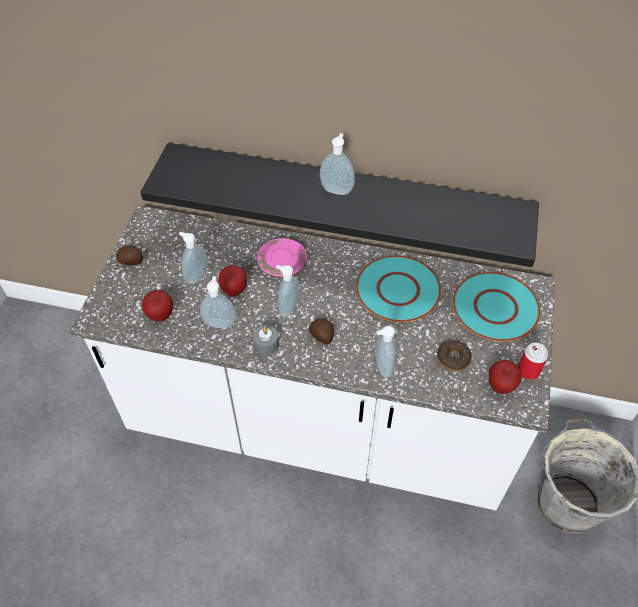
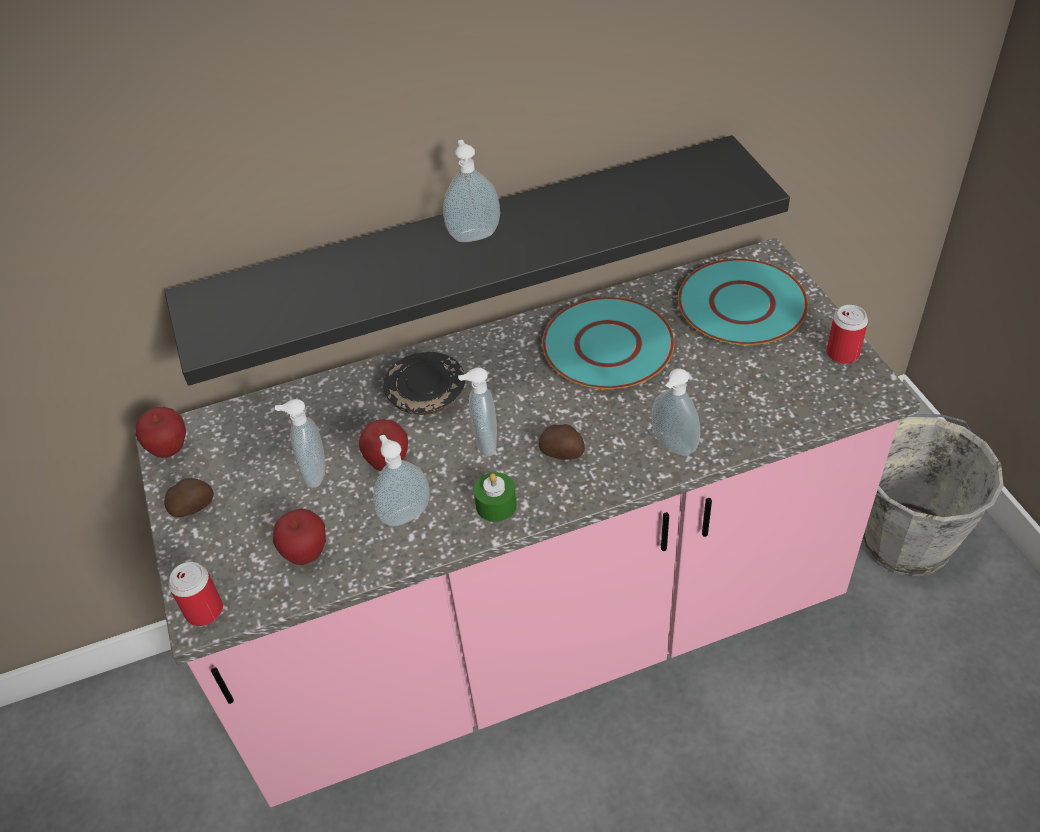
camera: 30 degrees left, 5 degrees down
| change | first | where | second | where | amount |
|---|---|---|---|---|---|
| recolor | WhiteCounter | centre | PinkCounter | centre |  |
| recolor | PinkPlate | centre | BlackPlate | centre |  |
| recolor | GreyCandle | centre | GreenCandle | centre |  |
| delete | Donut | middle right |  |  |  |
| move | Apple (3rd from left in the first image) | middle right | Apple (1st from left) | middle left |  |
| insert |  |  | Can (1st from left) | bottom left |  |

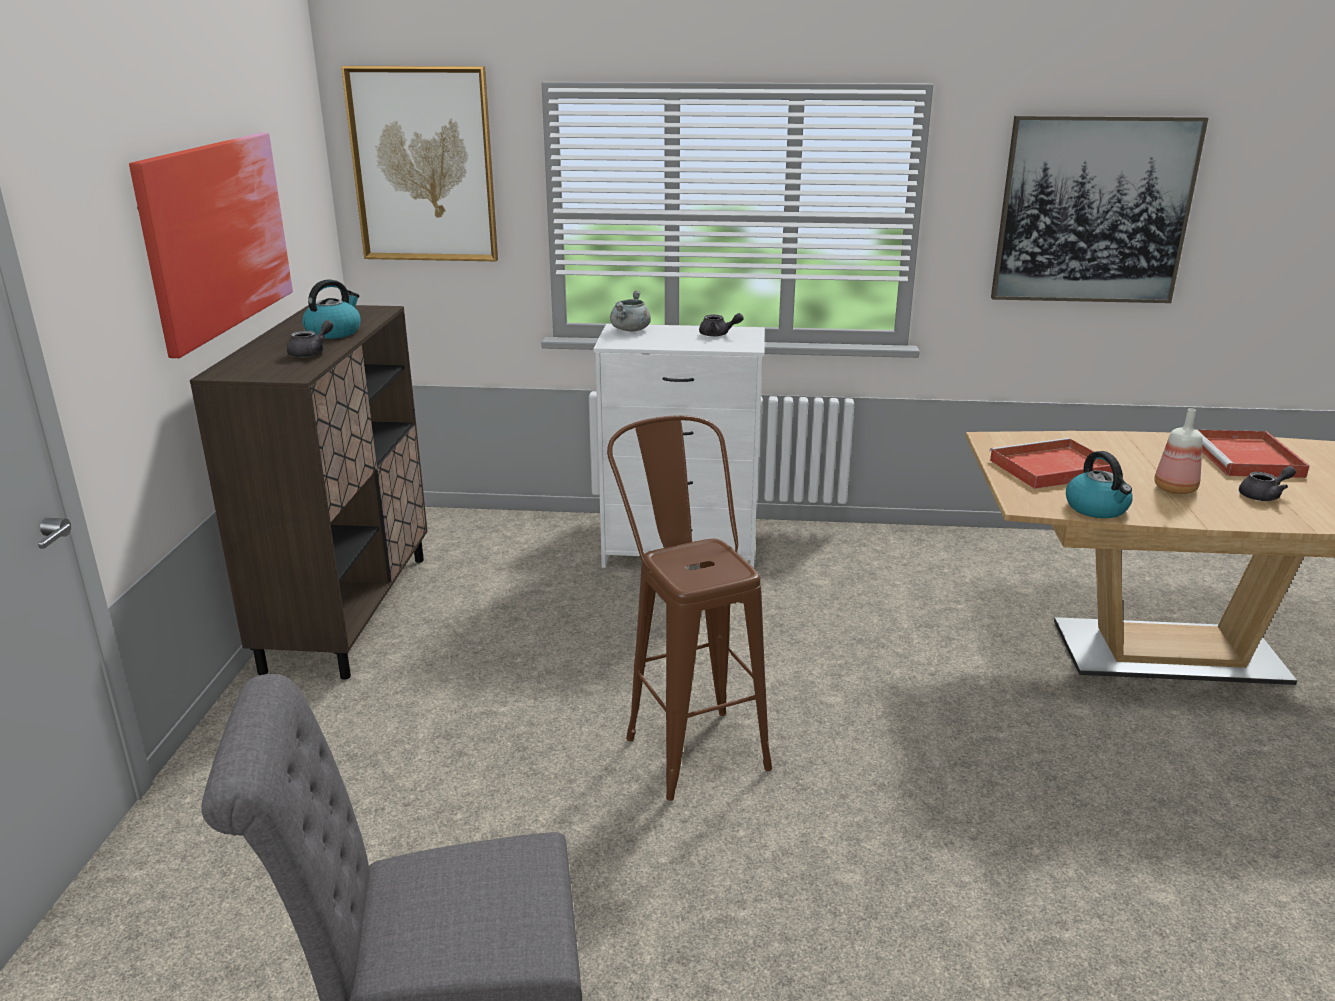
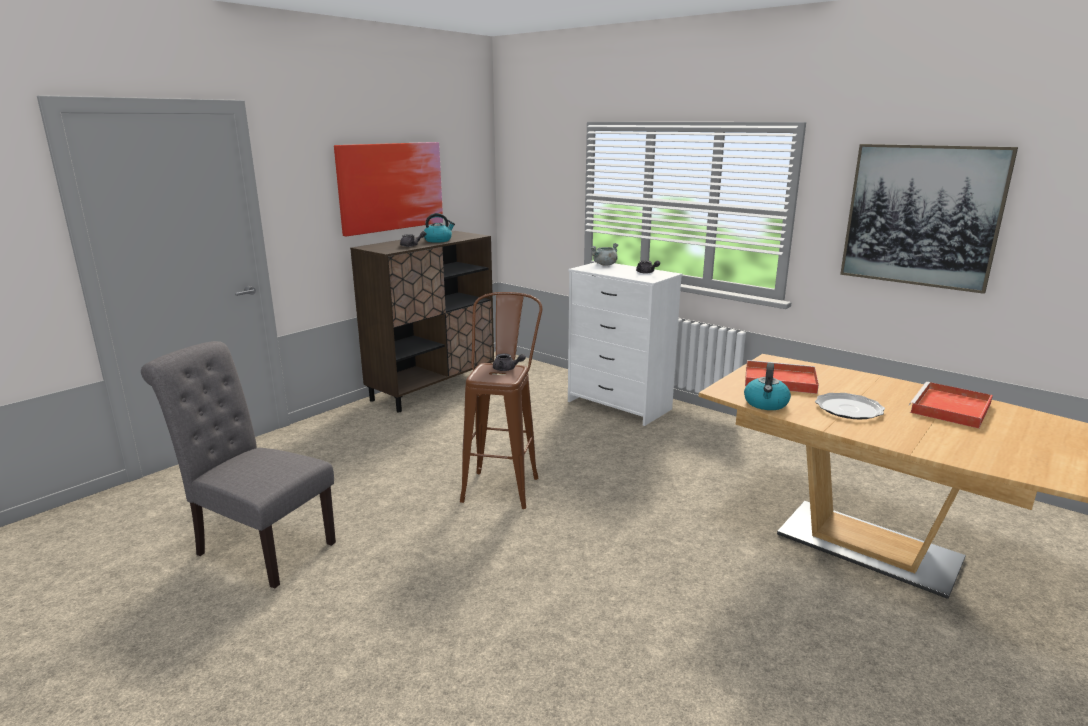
camera: 35 degrees right, 5 degrees down
| change | first | where | second | where | amount |
|---|---|---|---|---|---|
| delete | Picture (2nd from left) | top left |  |  |  |
| replace | Bottle | middle right | Plate | middle right |  |
| move | GreyTeapot (3rd from left in the first image) | middle right | GreyTeapot (2nd from left) | centre |  |

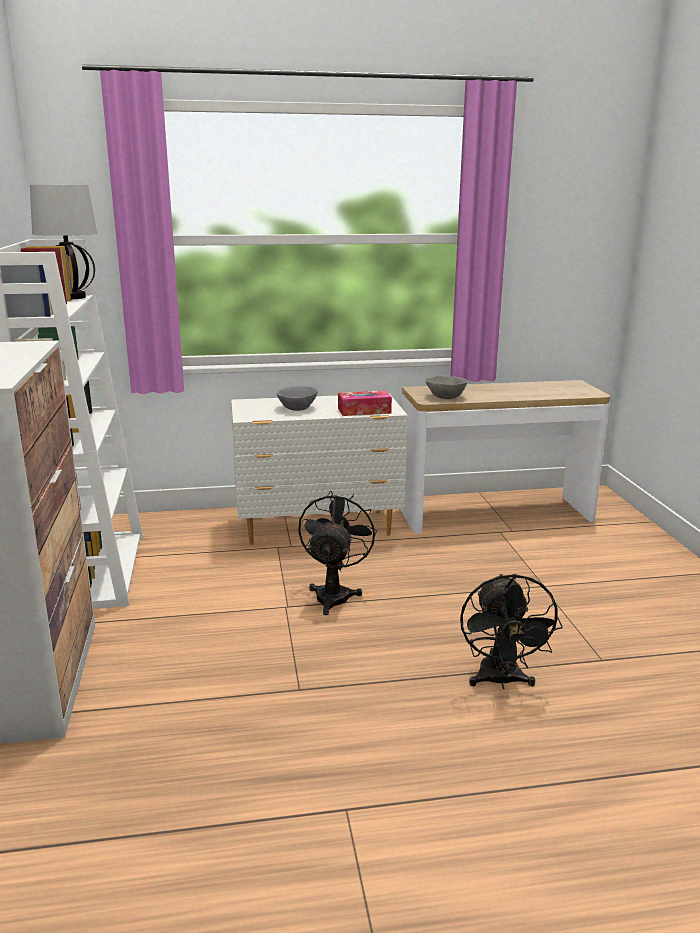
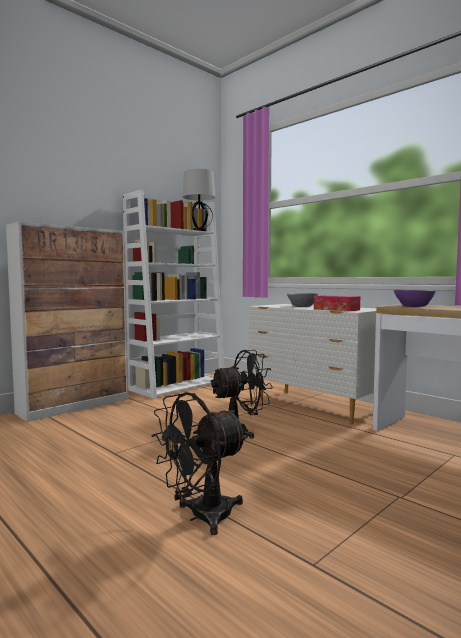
camera: 55 degrees right, 15 degrees down
| change | first | where | second | where | amount |
|---|---|---|---|---|---|
| recolor | GreyBowl (2nd from left) | centre | PurpleBowl | middle right |  |

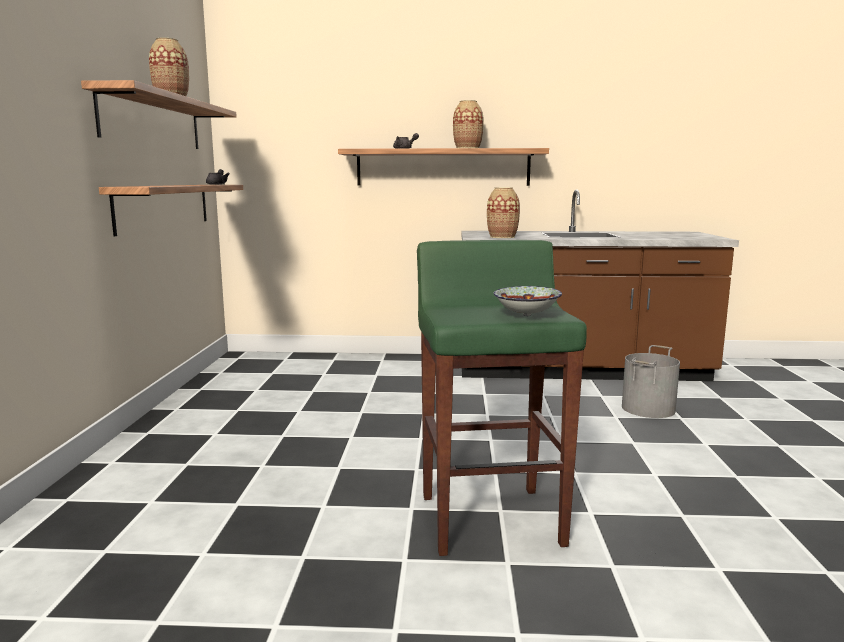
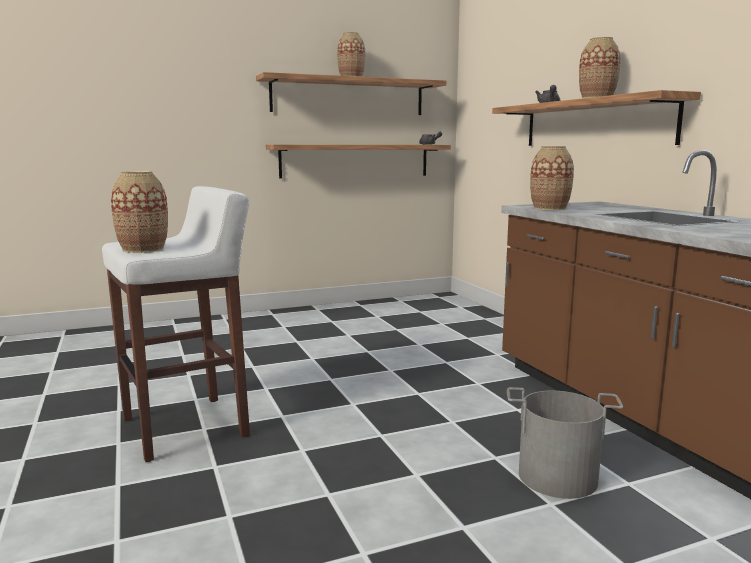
camera: 65 degrees right, 0 degrees up
| change | first | where | second | where | amount |
|---|---|---|---|---|---|
| recolor | GreenStool | centre | WhiteStool | middle left |  |
| replace | Bowl | centre | Vase (1st from left) | middle left |  |

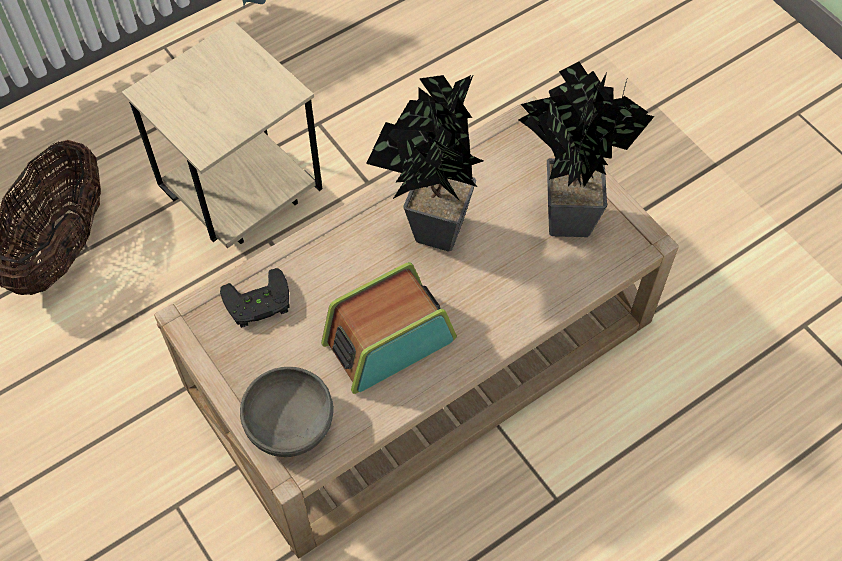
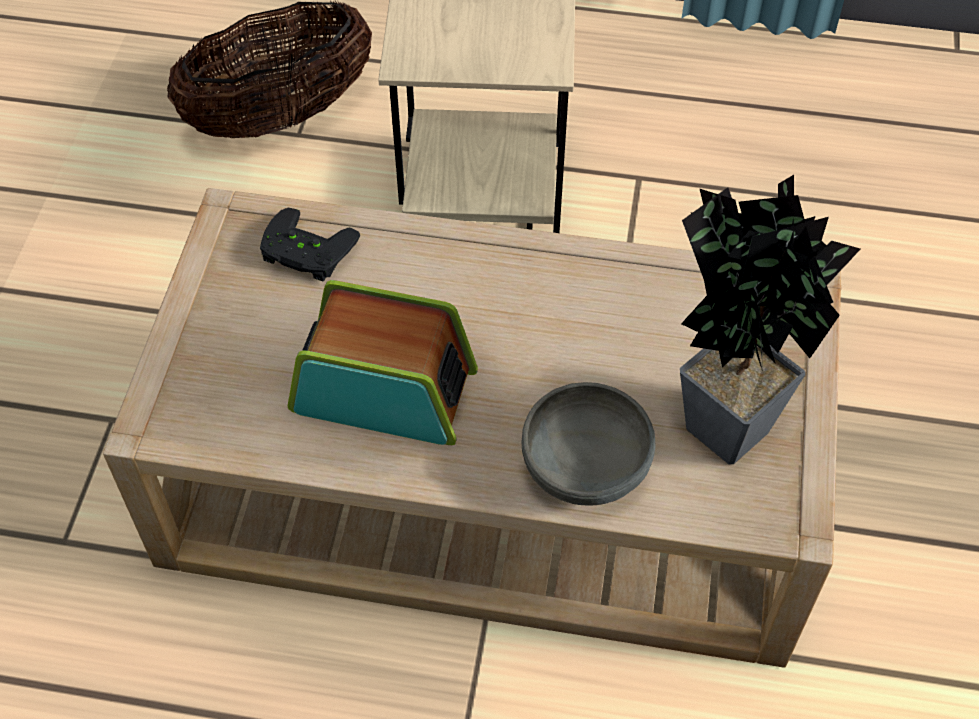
camera: 45 degrees right, 5 degrees down
| change | first | where | second | where | amount |
|---|---|---|---|---|---|
| delete | PottedPlant (1st from left) | top centre |  |  |  |
| move | GreyBowl | bottom centre |  | centre |  |

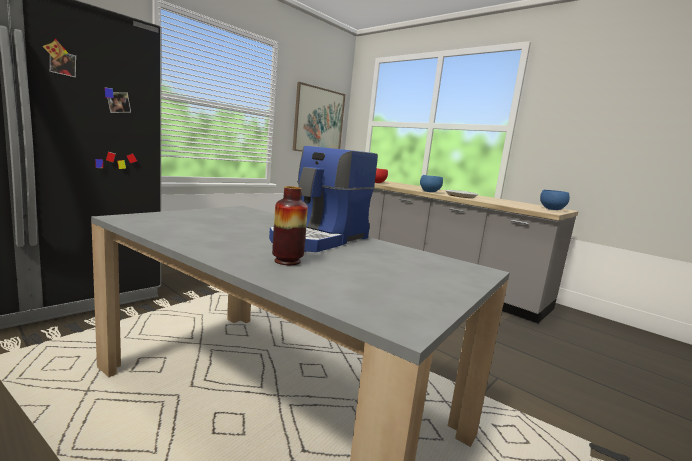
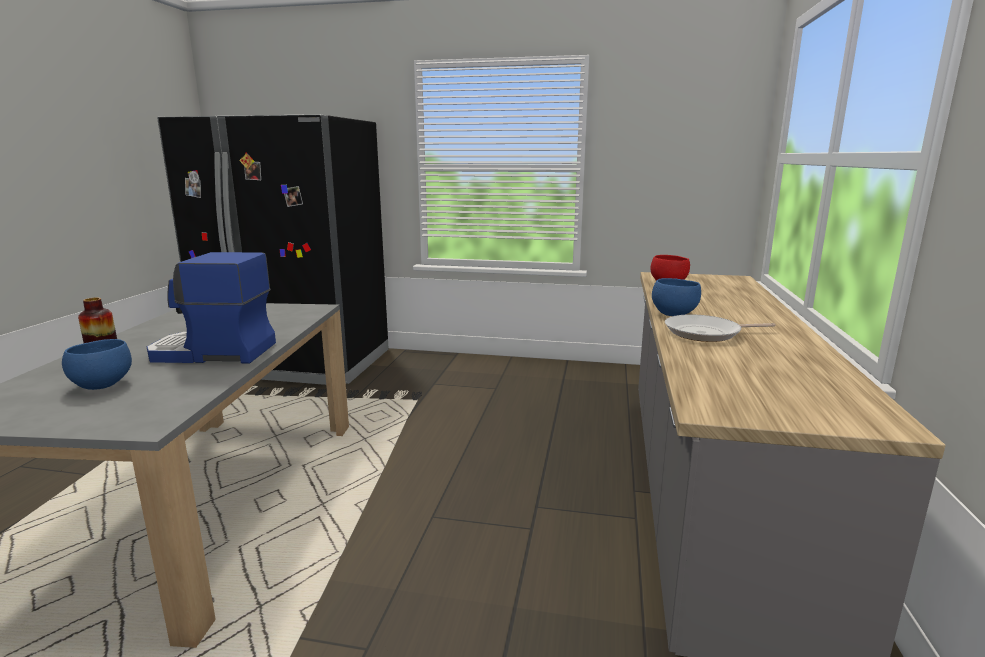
camera: 60 degrees right, 5 degrees up
| change | first | where | second | where | amount |
|---|---|---|---|---|---|
| delete | Picture | top centre |  |  |  |
| move | BlueBowl (2nd from left in the first image) | middle right | BlueBowl (1st from left) | middle left |  |

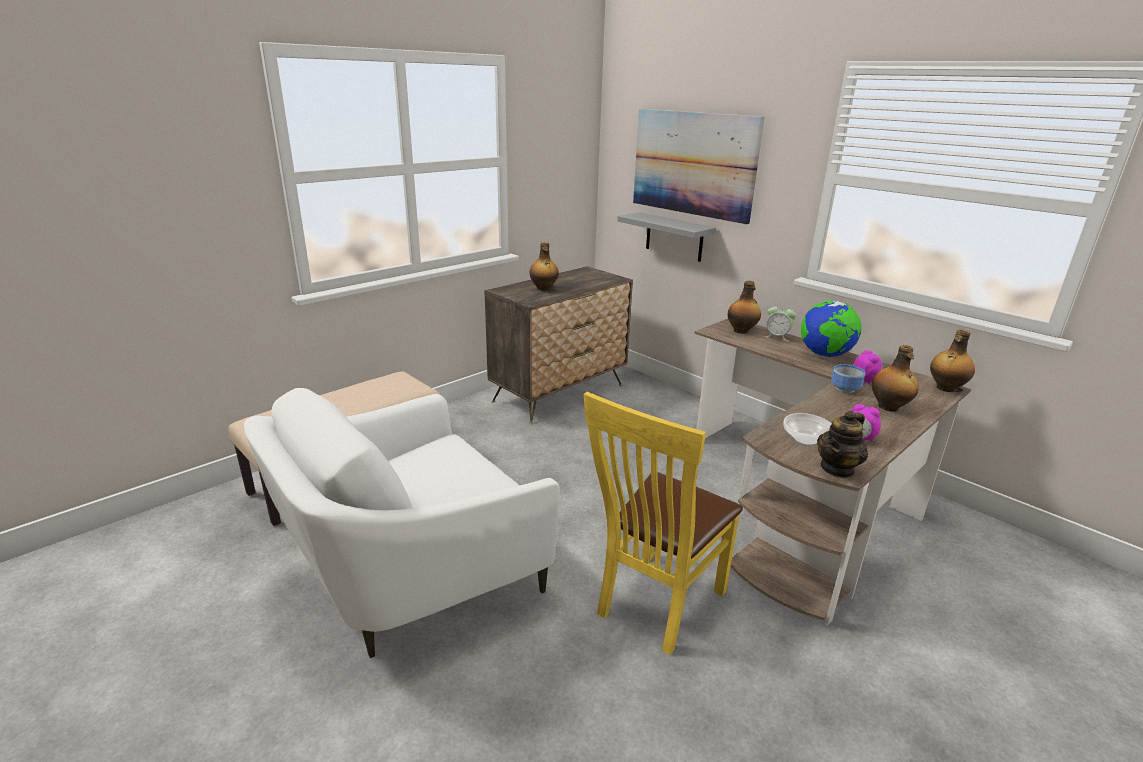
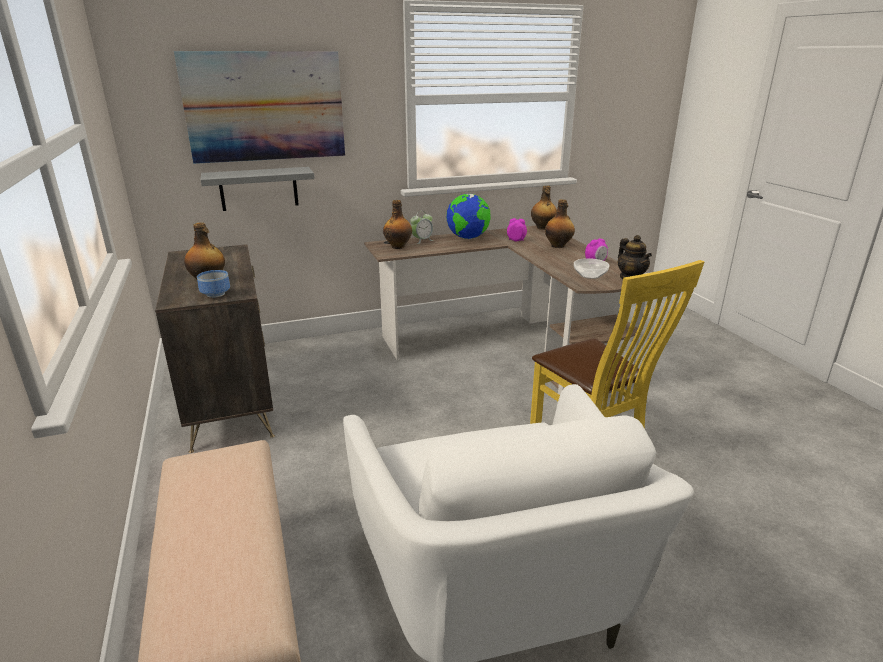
camera: 65 degrees left, 0 degrees up
| change | first | where | second | where | amount |
|---|---|---|---|---|---|
| move | Bowl (2nd from left in the first image) | middle right | Bowl (1st from left) | middle left |  |

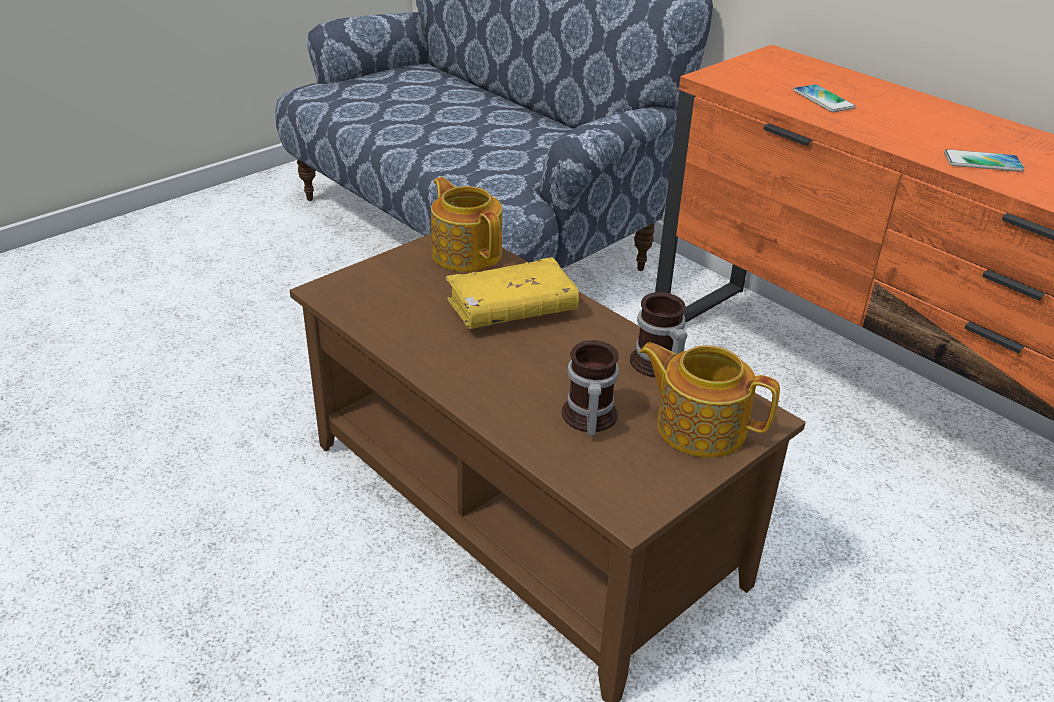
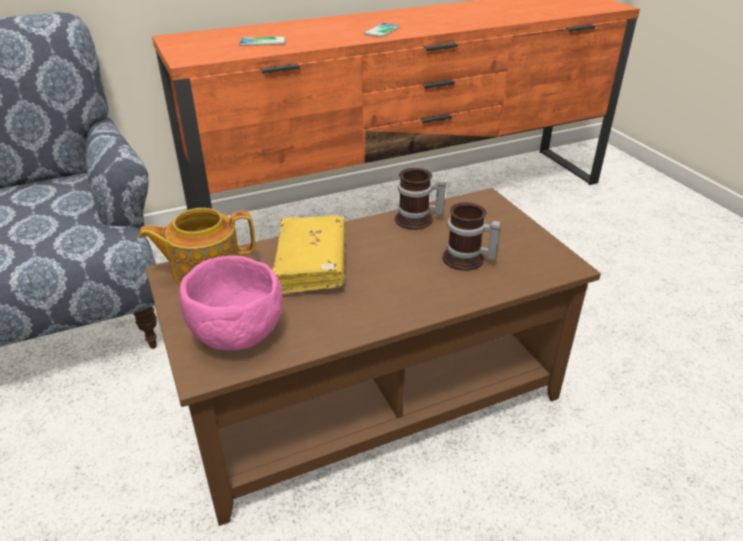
camera: 70 degrees left, 0 degrees up
| change | first | where | second | where | amount |
|---|---|---|---|---|---|
| delete | Teapot (2nd from left) | middle right |  |  |  |
| insert |  |  | PinkBowl | middle left |  |

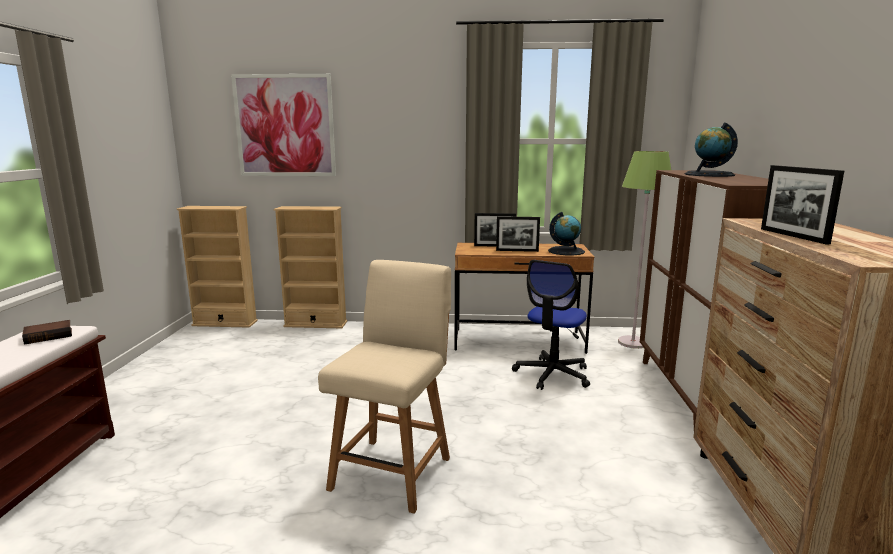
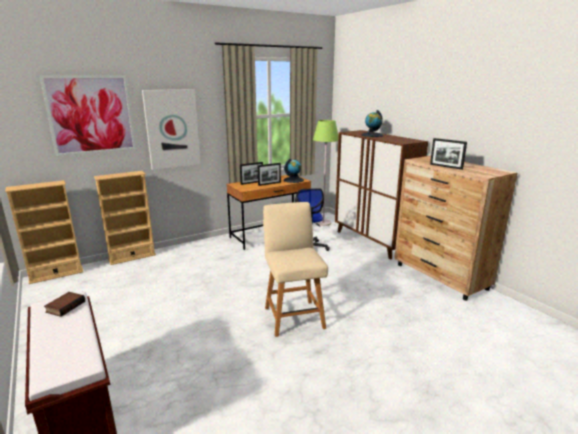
camera: 35 degrees left, 5 degrees up
| change | first | where | second | where | amount |
|---|---|---|---|---|---|
| insert |  |  | Picture (2nd from left) | top left |  |

